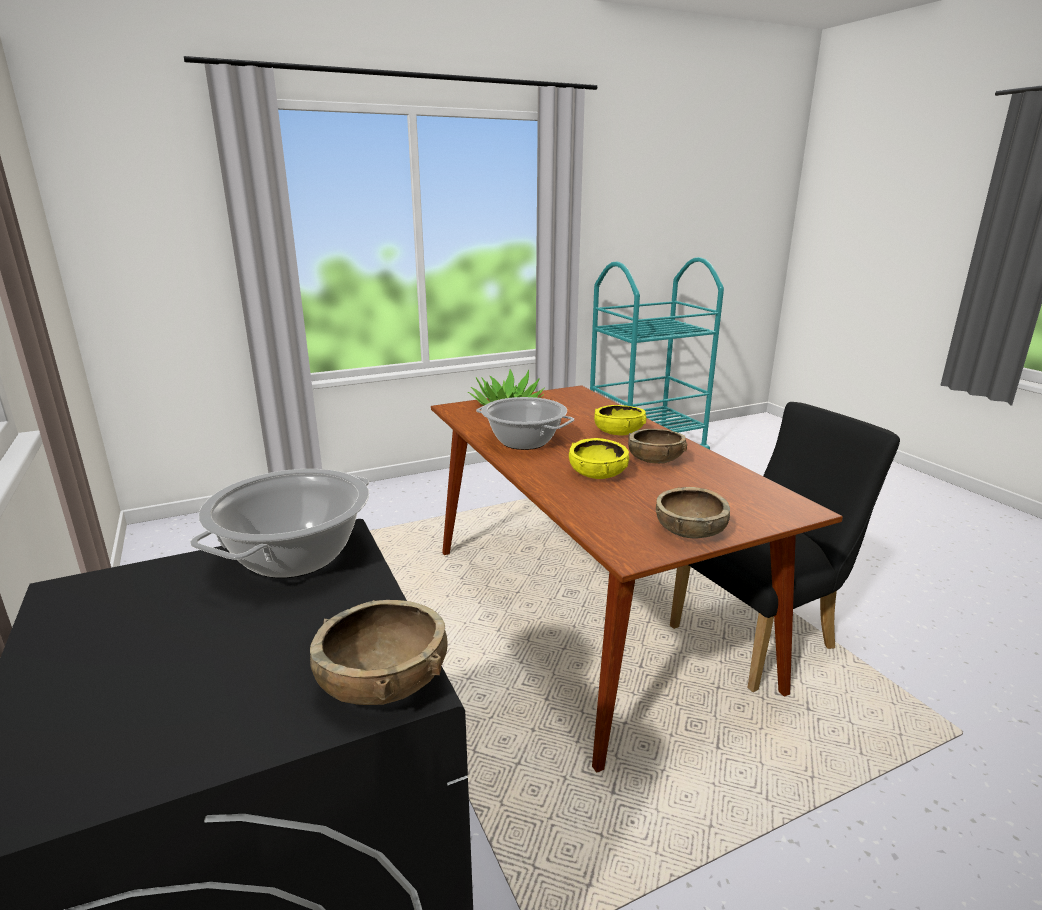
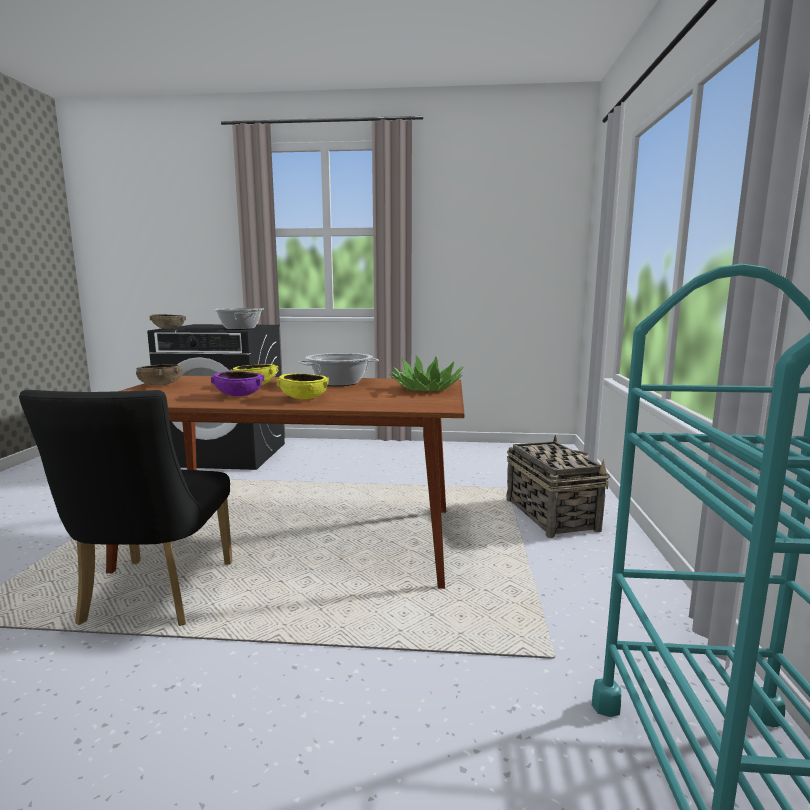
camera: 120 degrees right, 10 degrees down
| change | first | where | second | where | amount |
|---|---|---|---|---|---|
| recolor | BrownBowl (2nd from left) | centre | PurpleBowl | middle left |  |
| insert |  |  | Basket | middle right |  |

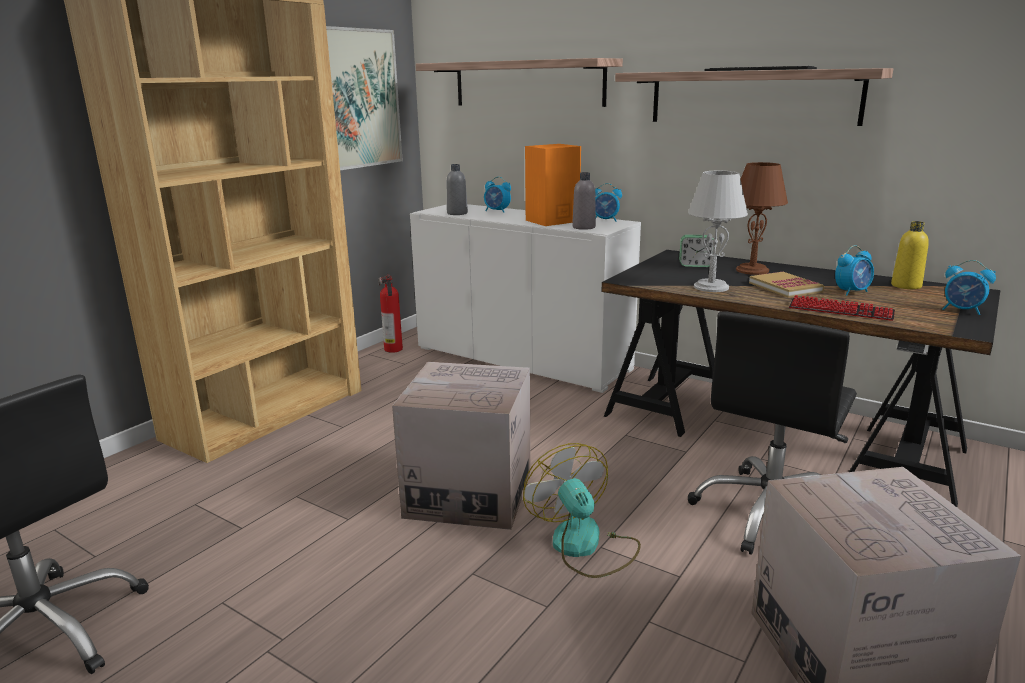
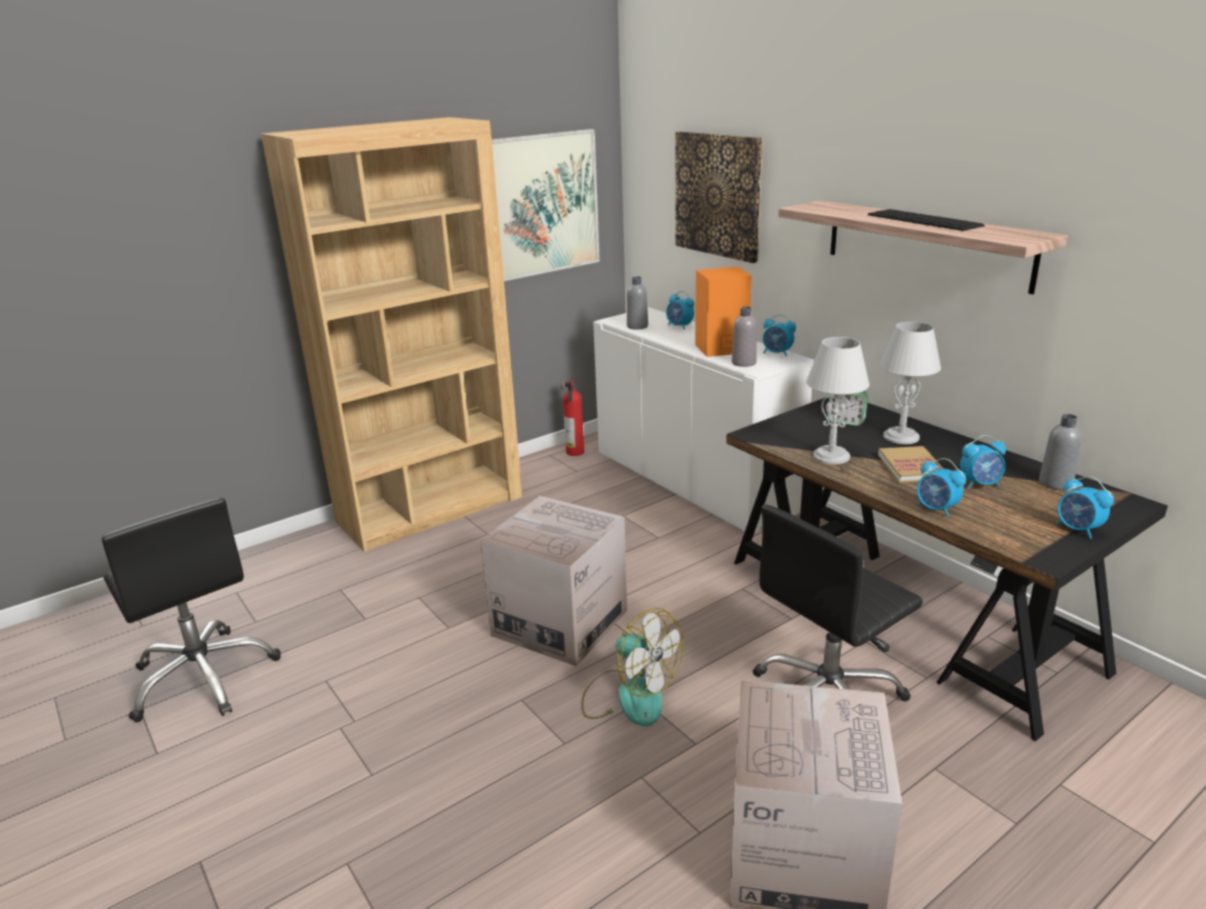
camera: 20 degrees right, 5 degrees up
| change | first | where | second | where | amount |
|---|---|---|---|---|---|
| replace | Shelf (1st from left) | top centre | Picture (2nd from left) | top centre |  |
| recolor | BrownTableLamp | top right | GreyTableLamp (2nd from left) | middle right |  |
| recolor | YellowBottle | middle right | GreyBottle (3rd from left) | middle right |  |
| replace | Keyboard (2nd from left) | middle right | AlarmClock (4th from left) | middle right |  |
| rotate | Fan | bottom centre |  | bottom centre | 135 degrees clockwise |

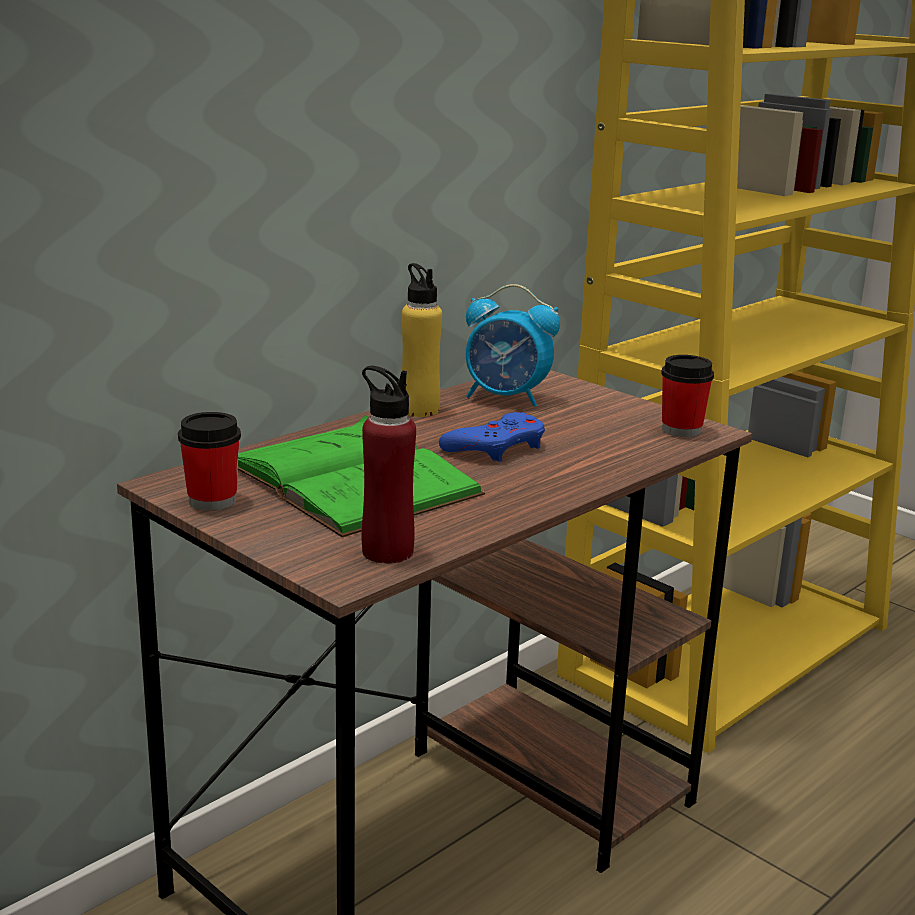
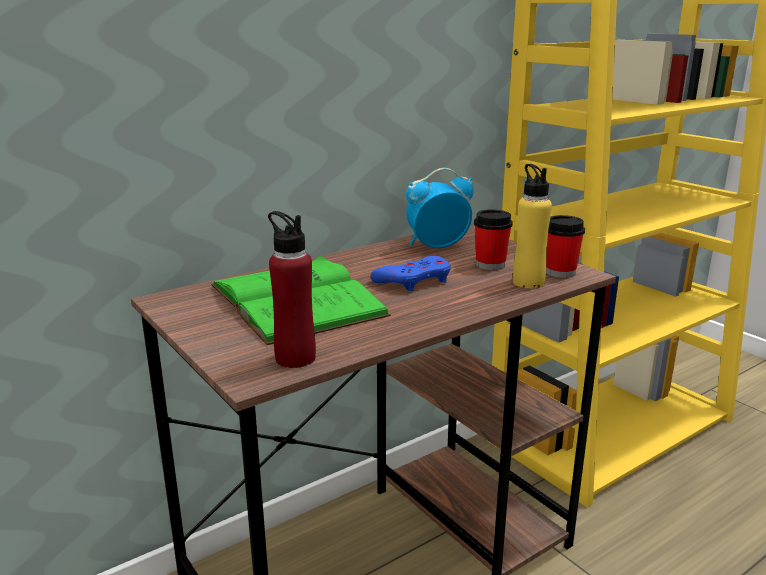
camera: 10 degrees right, 0 degrees up
| change | first | where | second | where | amount |
|---|---|---|---|---|---|
| move | YellowBottle | centre |  | middle right |  |
| rotate | AlarmClock | centre |  | centre | 135 degrees clockwise |
| move | Cup (1st from left) | middle left |  | centre |  |

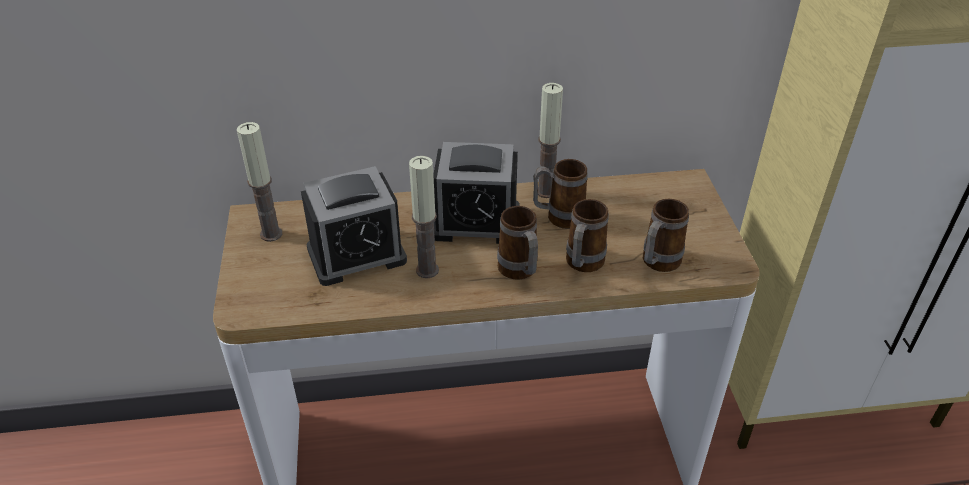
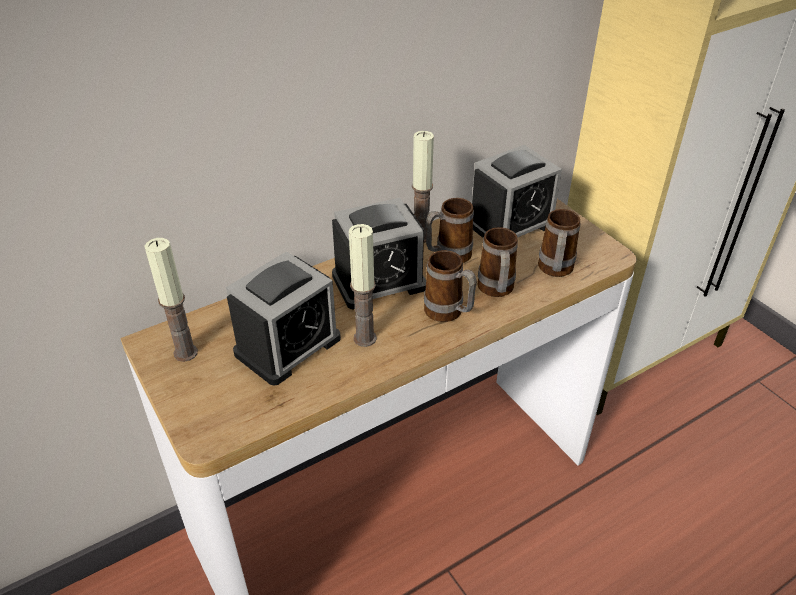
camera: 25 degrees left, 0 degrees up
| change | first | where | second | where | amount |
|---|---|---|---|---|---|
| insert |  |  | AlarmClock (3rd from left) | top centre |  |

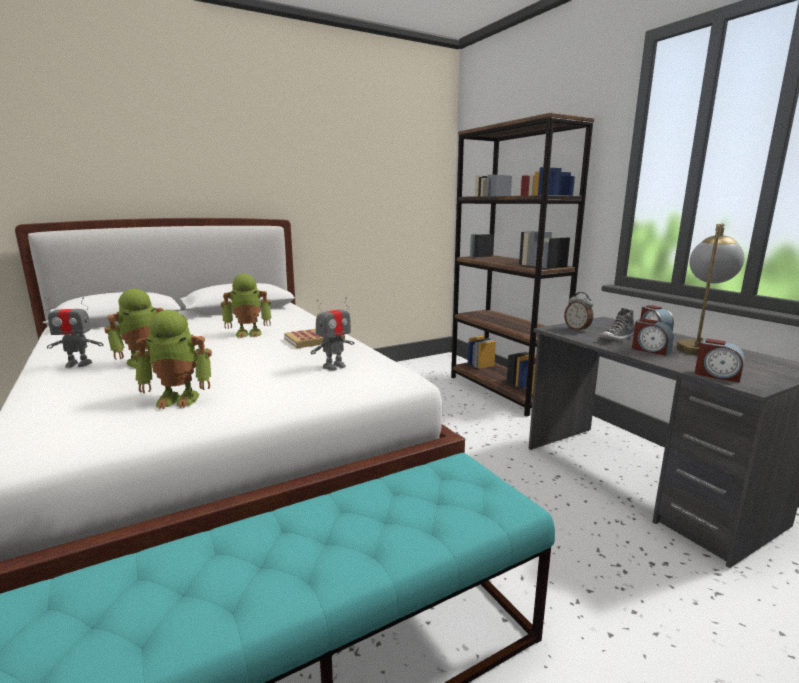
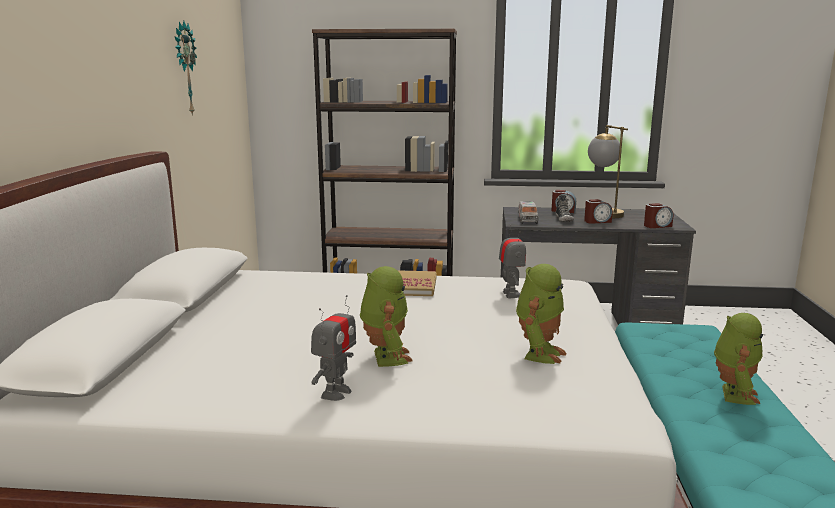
camera: 55 degrees left, 0 degrees up
| change | first | where | second | where | amount |
|---|---|---|---|---|---|
| move | ToyRobot (4th from left in the first image) | middle left | ToyRobot (5th from left) | bottom right |  |
| replace | AlarmClock (1st from left) | middle right | ToyTruck | centre |  |
| insert |  |  | WallClock | top left |  |

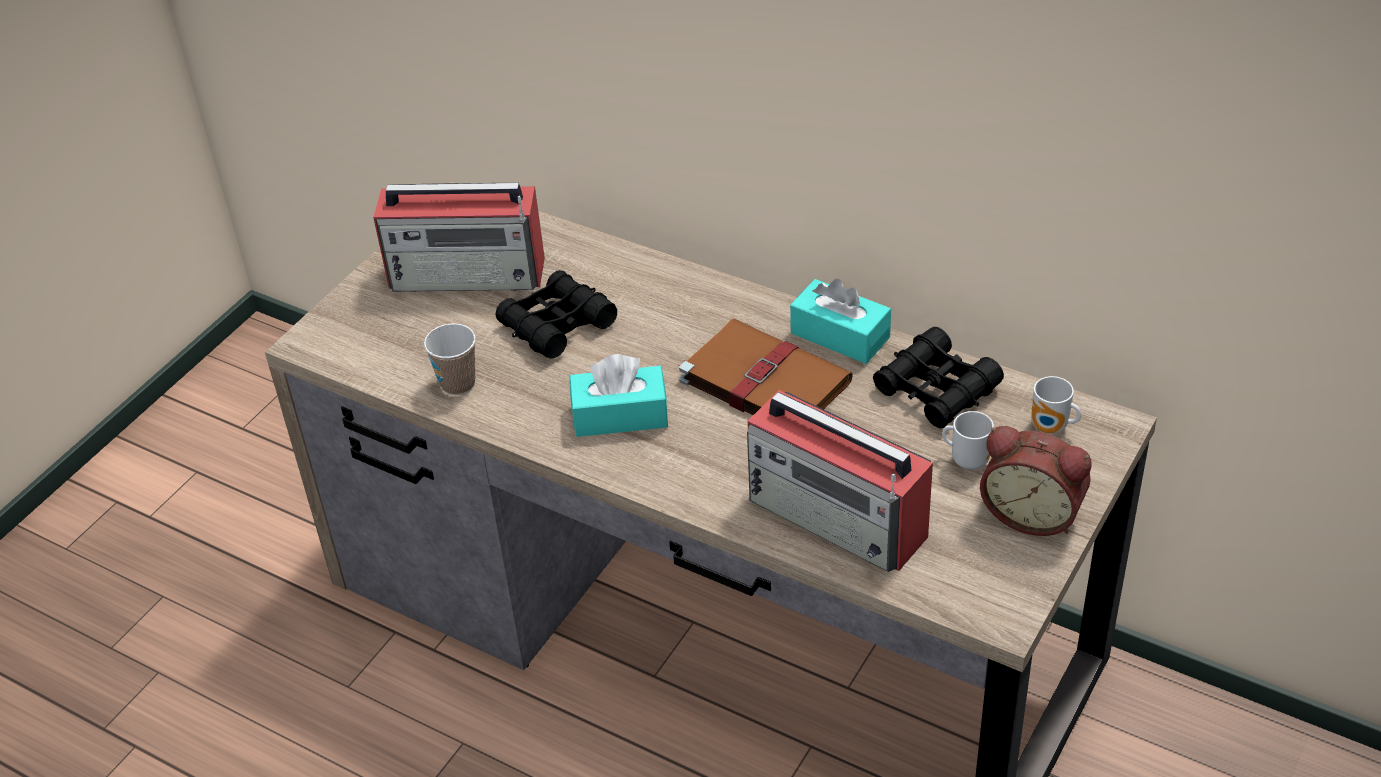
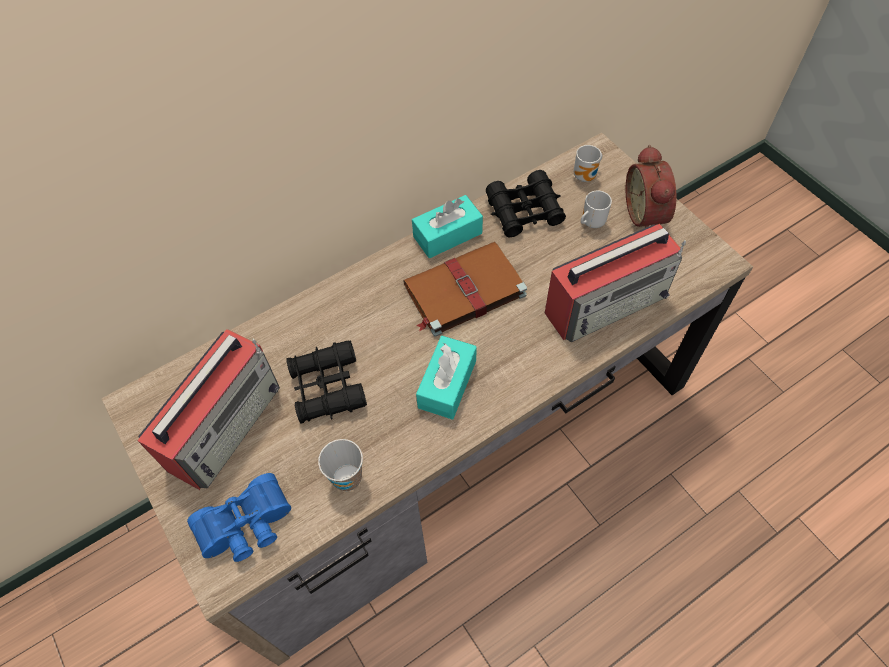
camera: 65 degrees left, 15 degrees up
| change | first | where | second | where | amount |
|---|---|---|---|---|---|
| rotate | AlarmClock | middle right |  | top right | 120 degrees clockwise |
| insert |  |  | BlueBinoculars | bottom left |  |

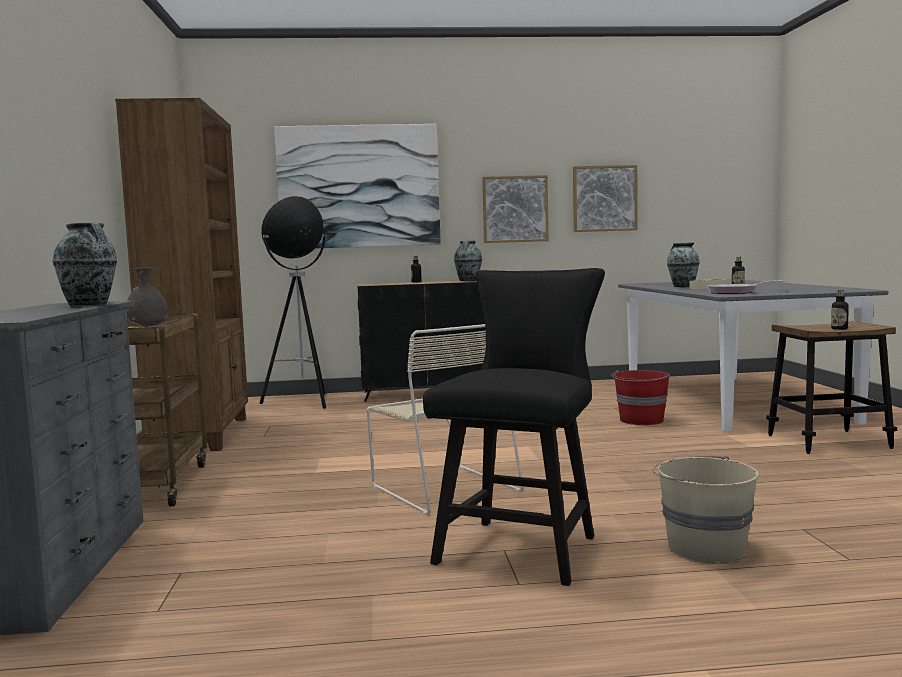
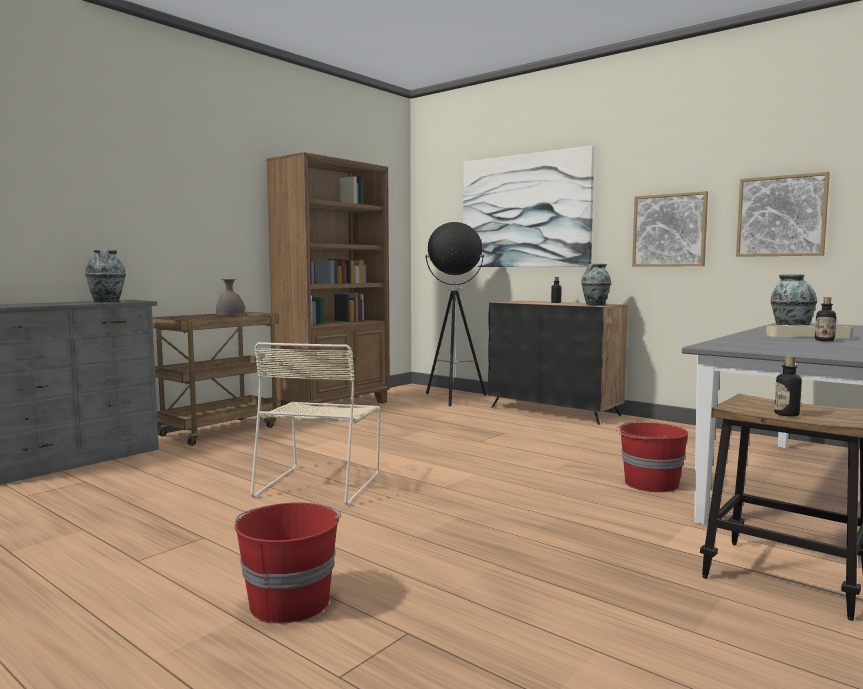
camera: 45 degrees right, 0 degrees up
| change | first | where | second | where | amount |
|---|---|---|---|---|---|
| delete | BlackChair | centre |  |  |  |
| delete | FryingPan | middle right |  |  |  |
| recolor | BeigeBucket | bottom right | RedBucket (1st from left) | bottom centre |  |

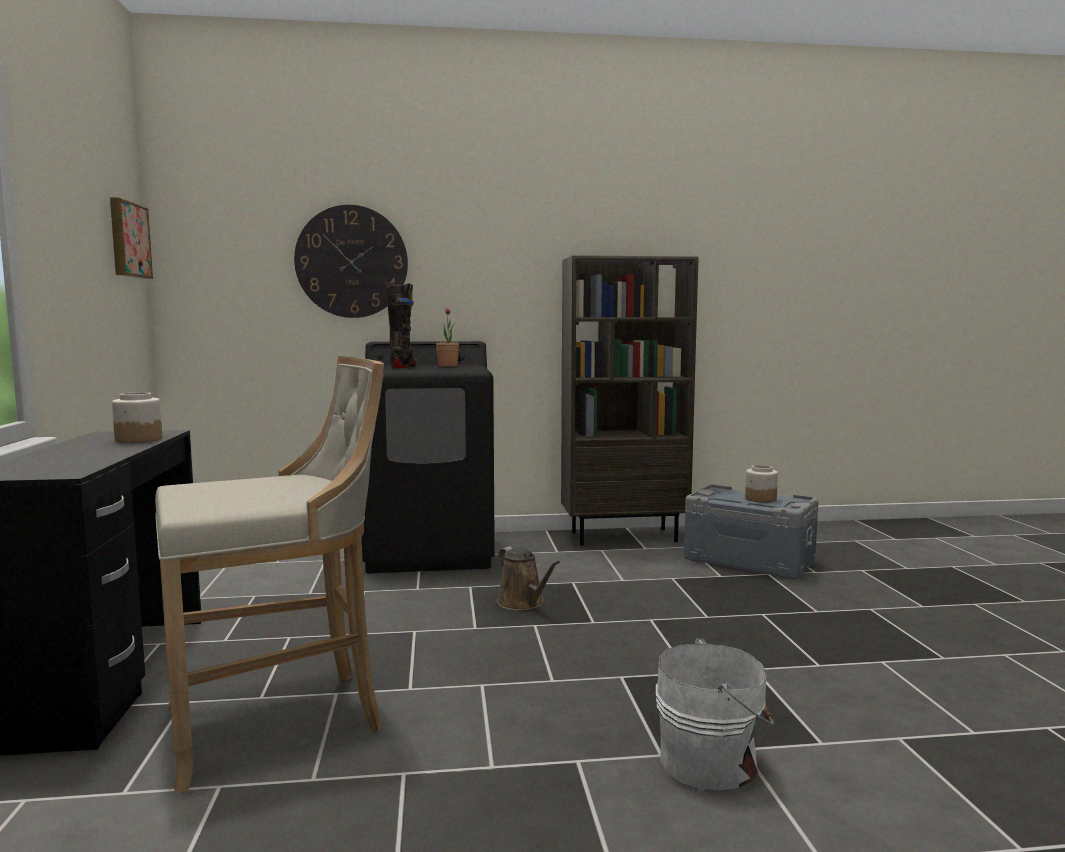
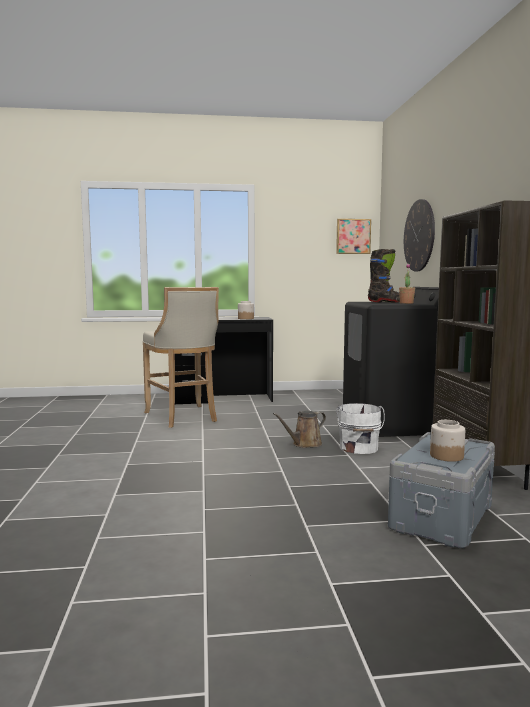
camera: 90 degrees right, 0 degrees up
| change | first | where | second | where | amount |
|---|---|---|---|---|---|
| move | WhiteBucket | bottom right |  | middle right |  |

